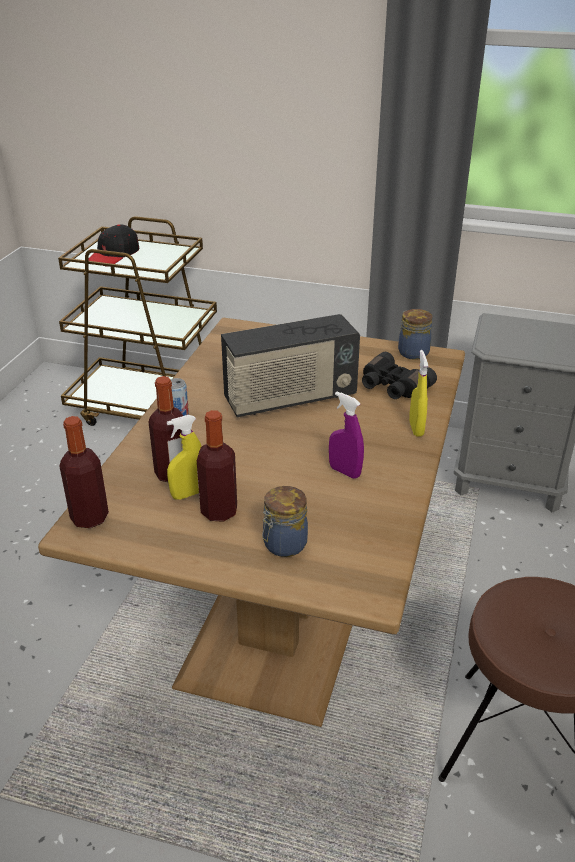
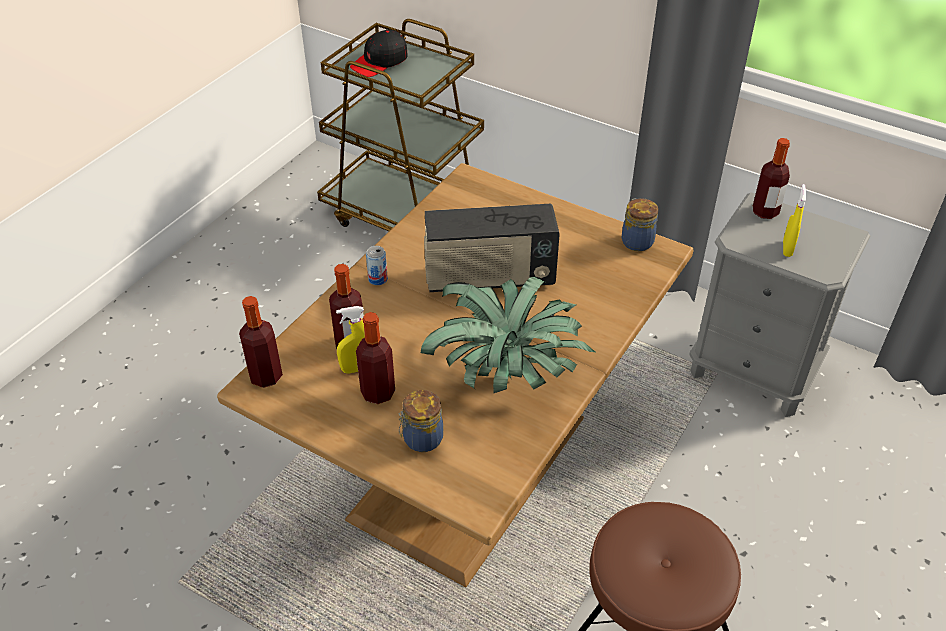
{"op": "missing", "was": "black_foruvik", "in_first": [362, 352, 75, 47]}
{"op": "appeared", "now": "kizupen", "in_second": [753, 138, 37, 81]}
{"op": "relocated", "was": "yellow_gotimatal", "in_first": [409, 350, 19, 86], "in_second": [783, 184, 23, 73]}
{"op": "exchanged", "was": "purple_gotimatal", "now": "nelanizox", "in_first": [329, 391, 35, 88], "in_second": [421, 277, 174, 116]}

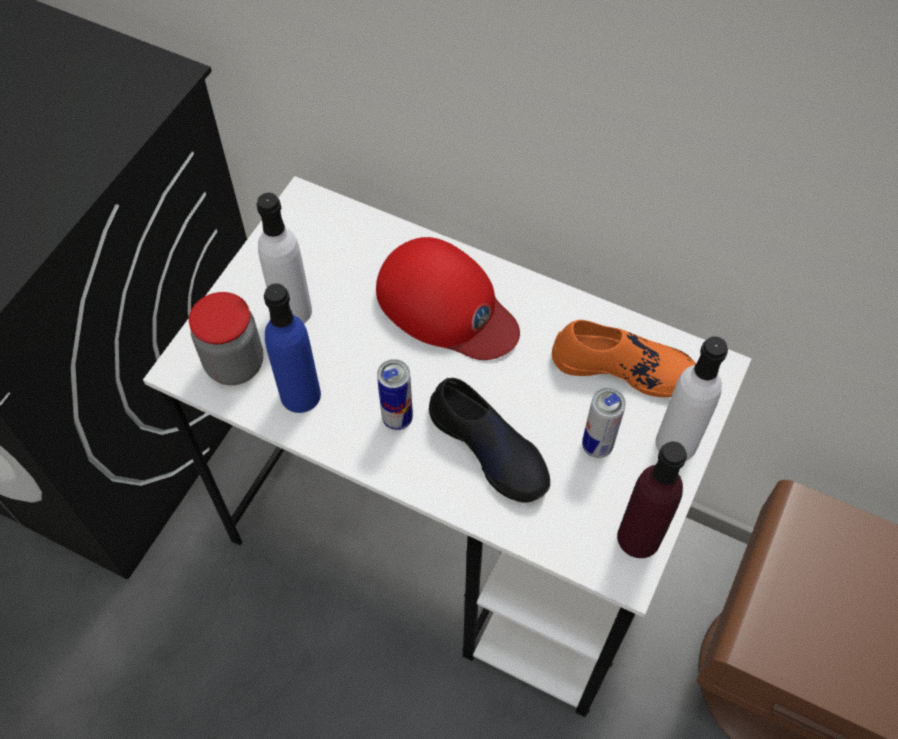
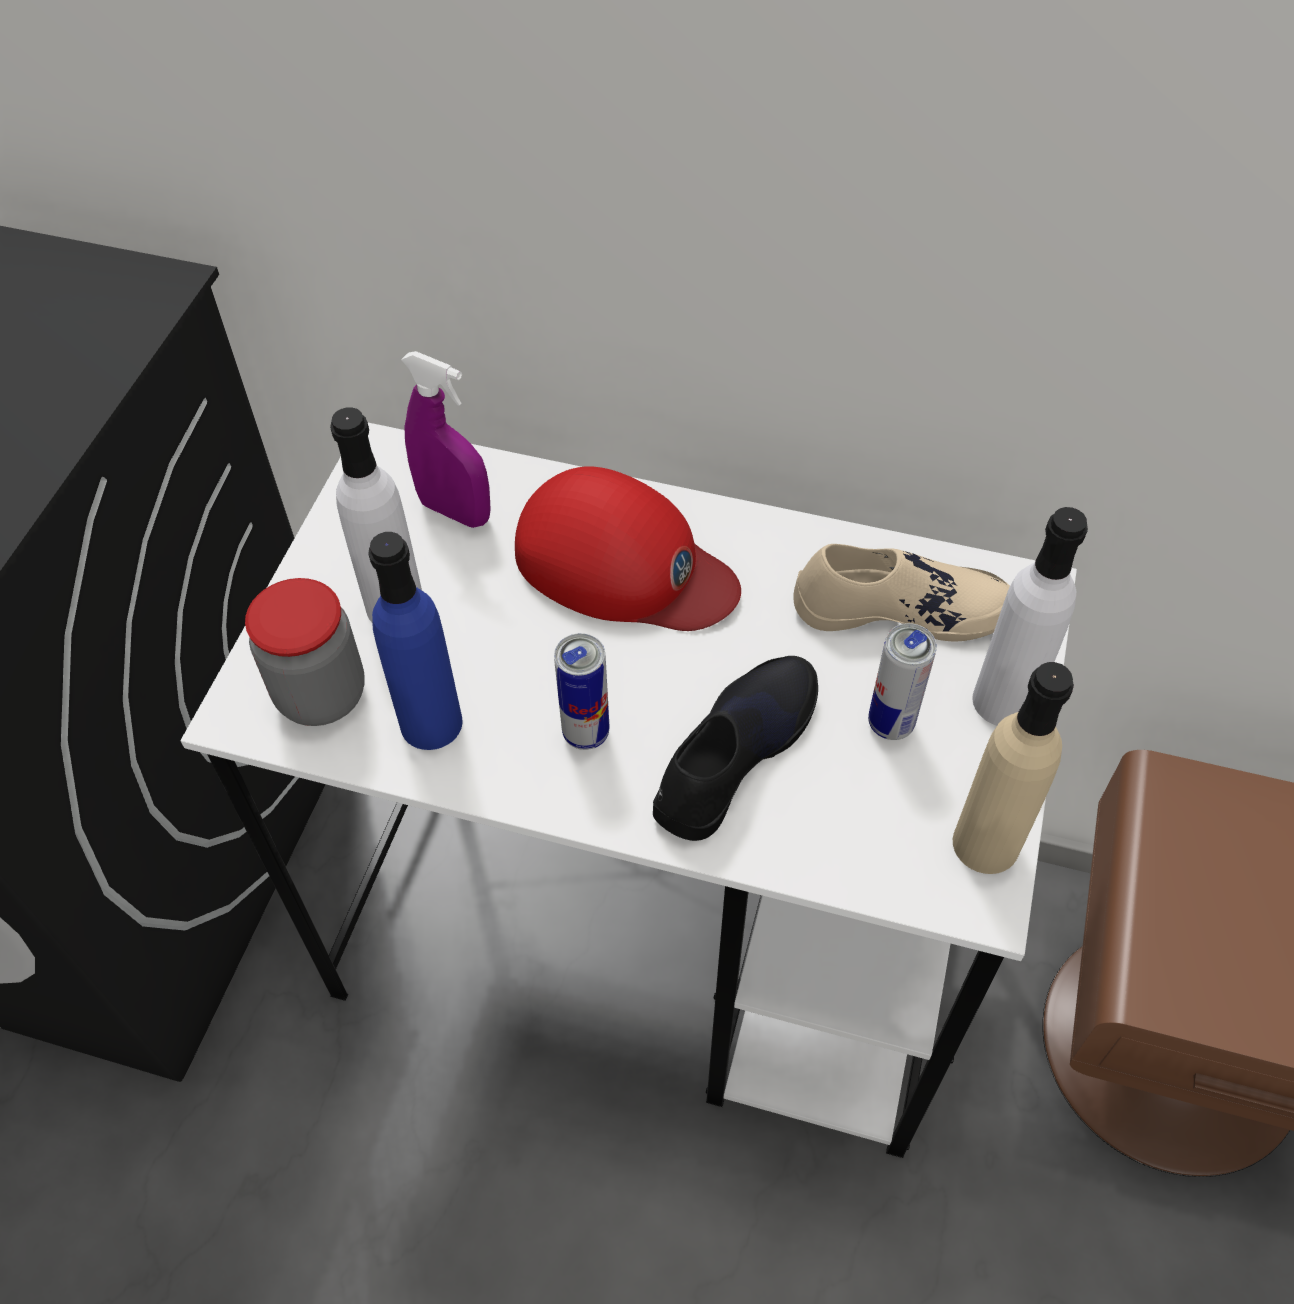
{"op": "appeared", "now": "purple_gotimatal", "in_second": [401, 351, 90, 177]}
{"op": "colour", "was": "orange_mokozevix", "now": "beige_mokozevix", "in_first": [552, 320, 144, 77], "in_second": [793, 544, 217, 97]}
{"op": "colour", "was": "purple_kizupen", "now": "beige_kizupen", "in_first": [617, 441, 70, 117], "in_second": [953, 662, 121, 212]}
{"op": "spun", "was": "black_mokozevix", "in_first": [429, 378, 121, 125], "in_second": [653, 656, 165, 185], "clockwise": -90}

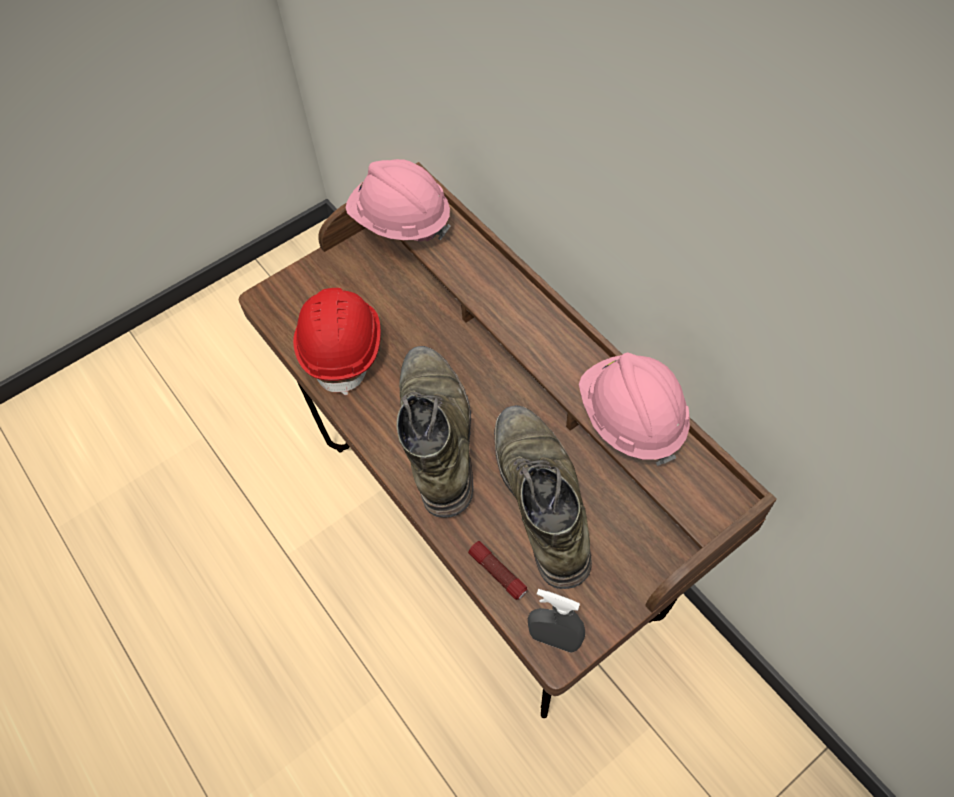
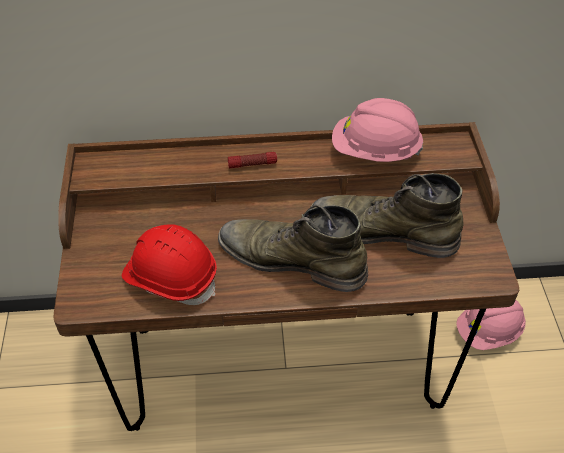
{"op": "missing", "was": "grey_gotimatal", "in_first": [528, 589, 57, 64]}
{"op": "relocated", "was": "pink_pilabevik", "in_first": [346, 159, 104, 83], "in_second": [456, 300, 70, 50]}
{"op": "relocated", "was": "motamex", "in_first": [468, 541, 59, 59], "in_second": [228, 152, 49, 17]}

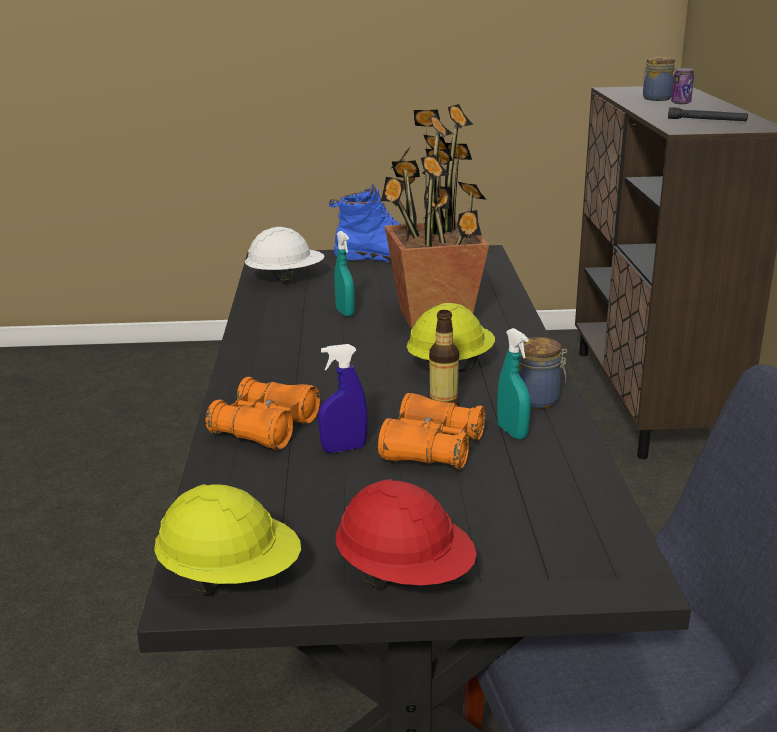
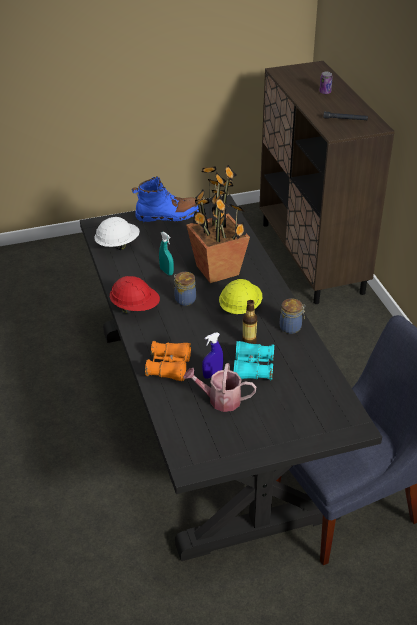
{"op": "missing", "was": "yellow_pilabevik", "in_first": [154, 484, 147, 110]}
{"op": "missing", "was": "turquoise_gotimatal", "in_first": [497, 328, 34, 112]}
{"op": "appeared", "now": "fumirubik", "in_second": [184, 363, 72, 49]}
{"op": "relocated", "was": "red_pilabevik", "in_first": [336, 479, 141, 109], "in_second": [110, 276, 50, 37]}
{"op": "relocated", "was": "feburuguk", "in_first": [642, 57, 33, 44], "in_second": [173, 272, 23, 34]}
{"op": "colour", "was": "orange_foruvik", "now": "turquoise_foruvik", "in_first": [378, 393, 108, 77], "in_second": [234, 341, 40, 39]}

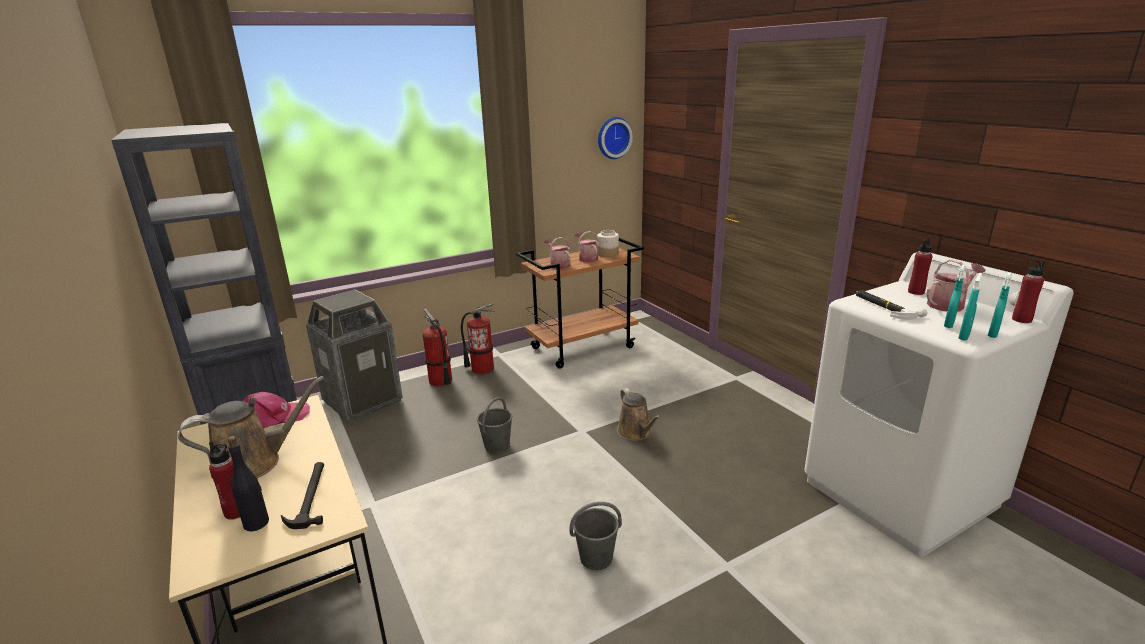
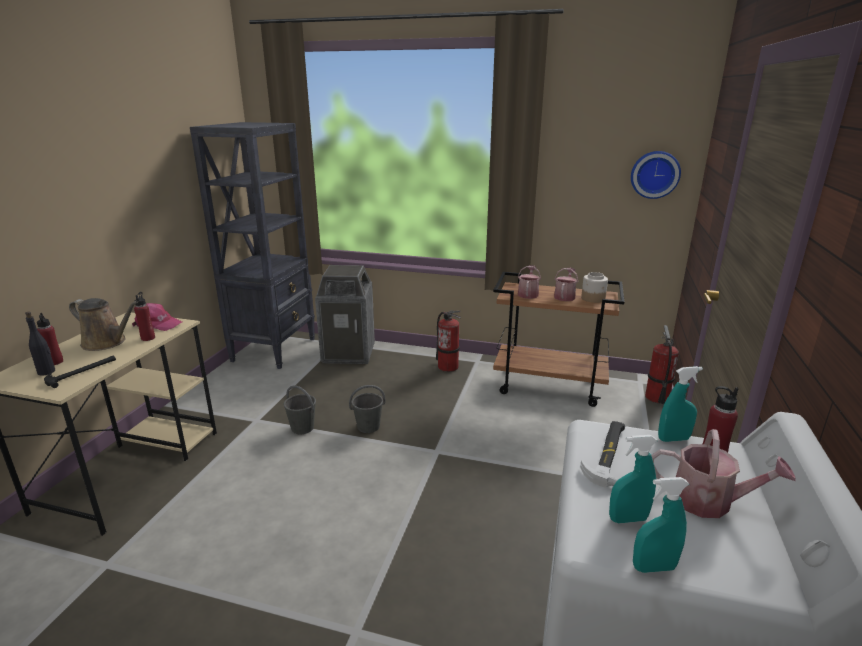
{"op": "missing", "was": "brown_fumirubik", "in_first": [617, 388, 44, 53]}
{"op": "relocated", "was": "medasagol", "in_first": [423, 309, 29, 78], "in_second": [645, 325, 34, 79]}
{"op": "relocated", "was": "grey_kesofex", "in_first": [570, 502, 52, 68], "in_second": [284, 385, 32, 49]}
{"op": "relocated", "was": "turquoise_gotimatal", "in_first": [959, 273, 23, 68], "in_second": [658, 366, 45, 76]}
{"op": "relocated", "was": "red_kizupen", "in_first": [1012, 258, 34, 65], "in_second": [134, 292, 21, 49]}

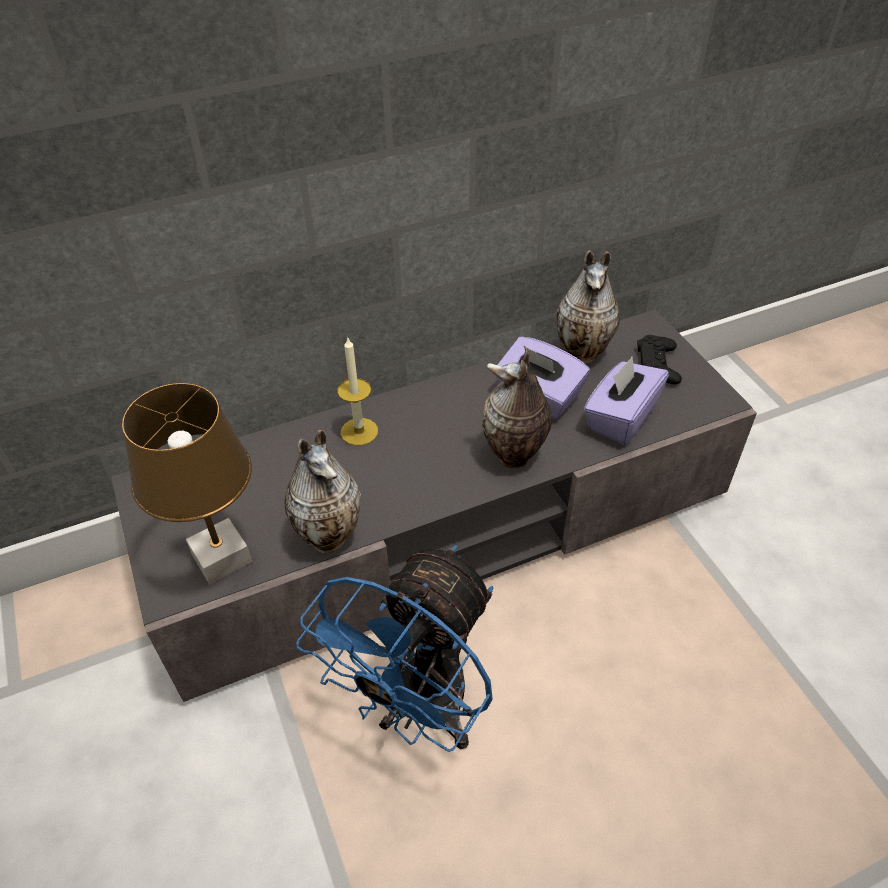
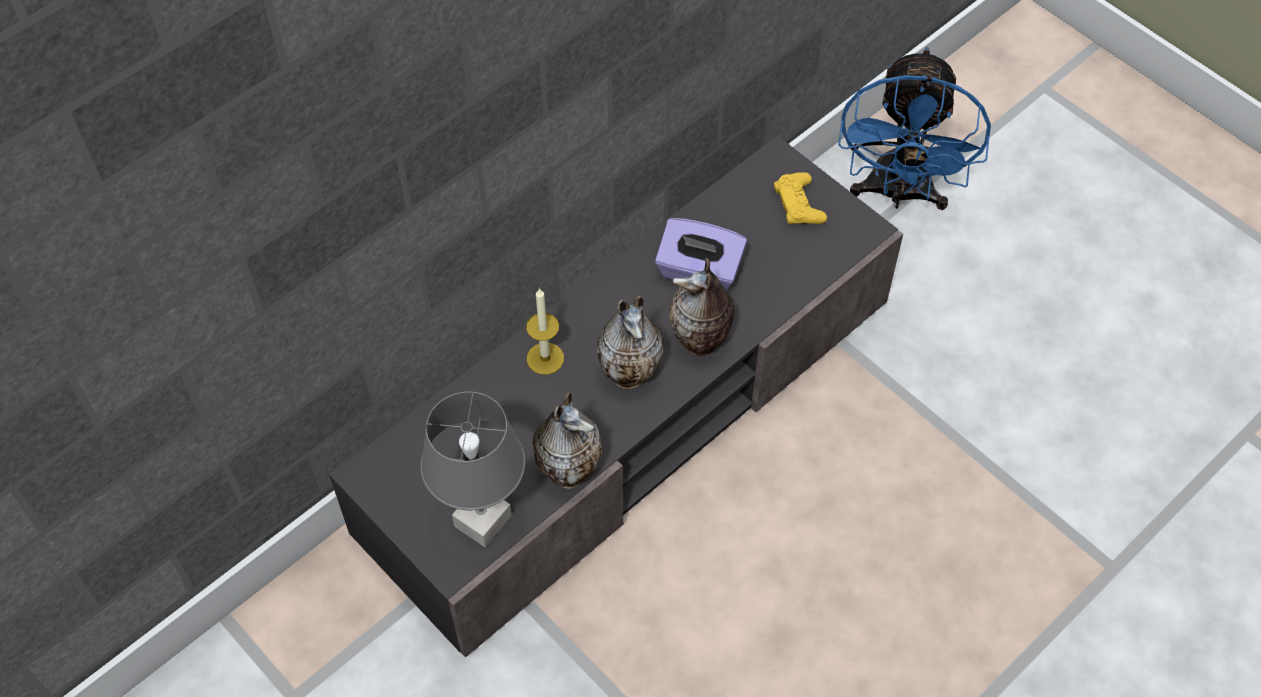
{"op": "missing", "was": "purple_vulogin", "in_first": [584, 356, 85, 89]}
{"op": "relocated", "was": "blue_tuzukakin", "in_first": [296, 545, 197, 207], "in_second": [838, 47, 153, 163]}
{"op": "relocated", "was": "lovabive", "in_first": [556, 250, 64, 114], "in_second": [597, 296, 67, 93]}
{"op": "colour", "was": "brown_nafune", "now": "grey_nafune", "in_first": [122, 383, 130, 201], "in_second": [421, 392, 104, 155]}
{"op": "colour", "was": "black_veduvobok", "now": "yellow_veduvobok", "in_first": [637, 335, 45, 50], "in_second": [774, 172, 53, 52]}

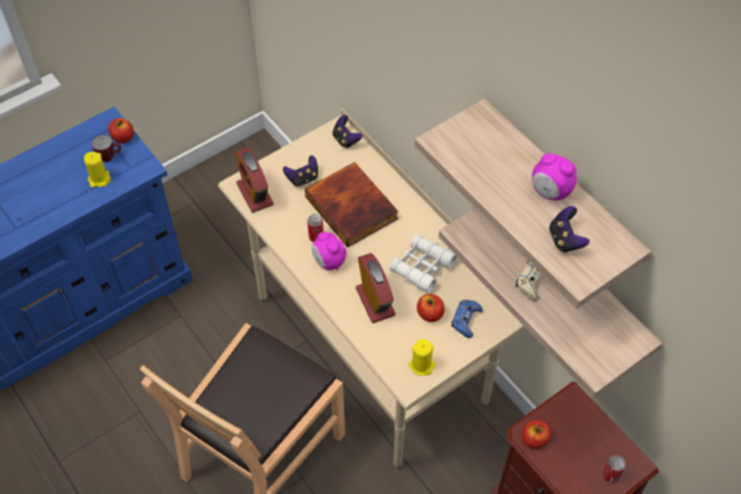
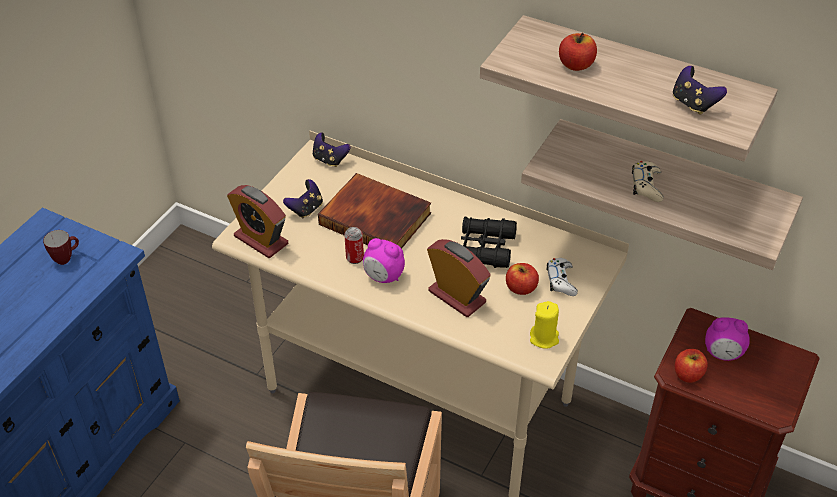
{"op": "missing", "was": "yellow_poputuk", "in_first": [84, 152, 27, 36]}
{"op": "missing", "was": "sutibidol", "in_first": [603, 455, 23, 28]}
{"op": "relocated", "was": "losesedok", "in_first": [109, 118, 25, 25], "in_second": [559, 33, 38, 38]}
{"op": "relocated", "was": "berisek", "in_first": [532, 153, 45, 47], "in_second": [705, 317, 45, 44]}
{"op": "colour", "was": "white_foruvik", "now": "black_foruvik", "in_first": [390, 234, 67, 59], "in_second": [461, 217, 56, 51]}
{"op": "colour", "was": "blue_veduvobok", "now": "white_veduvobok", "in_first": [451, 300, 32, 38], "in_second": [547, 258, 31, 38]}

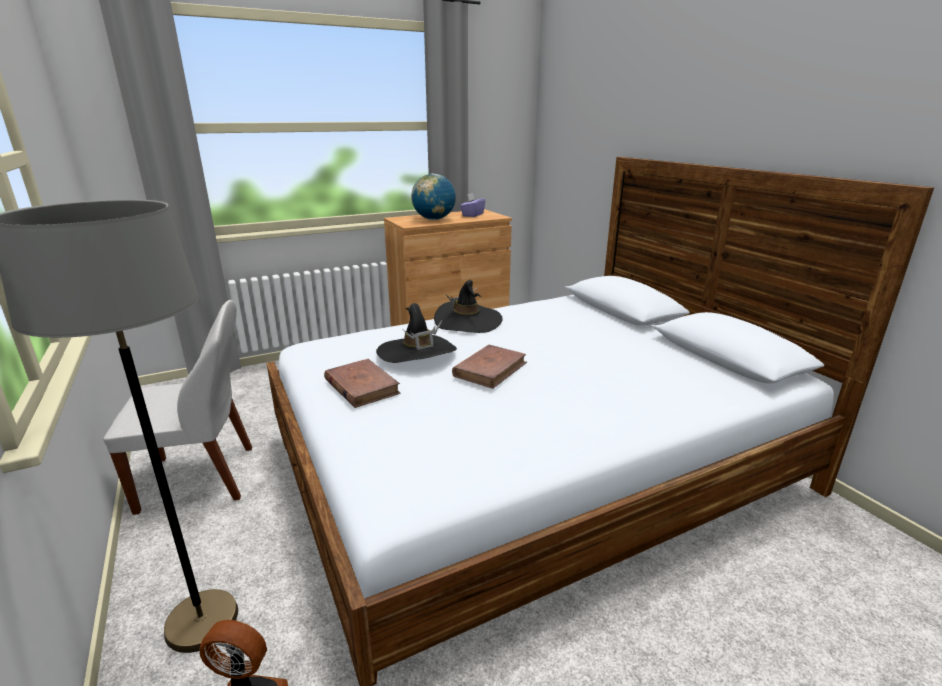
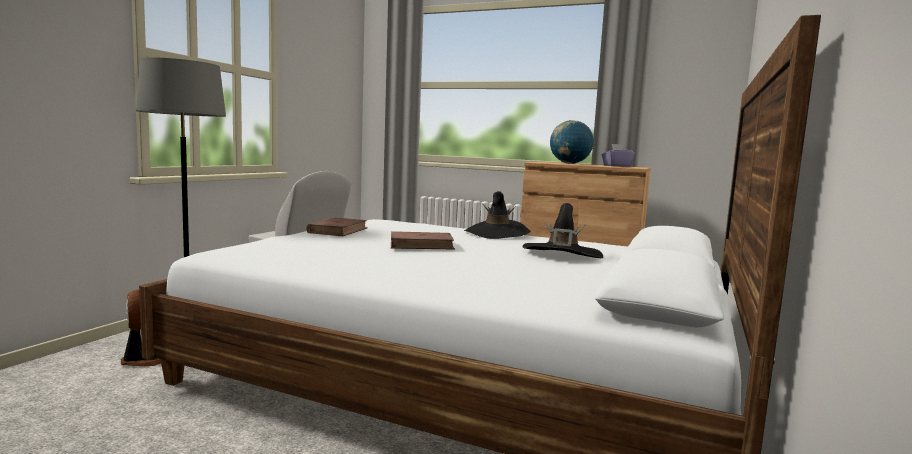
{"op": "relocated", "was": "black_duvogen", "in_first": [376, 303, 81, 60], "in_second": [523, 203, 80, 55]}

